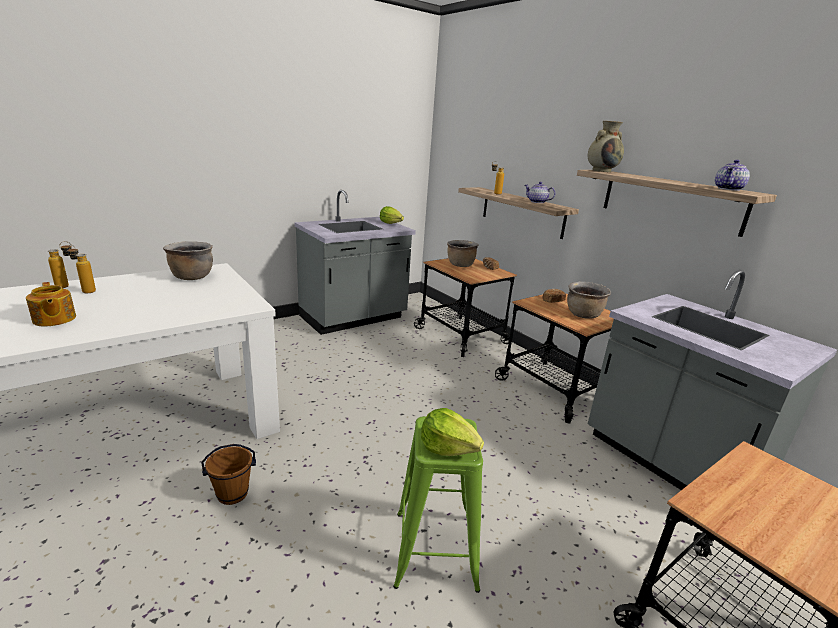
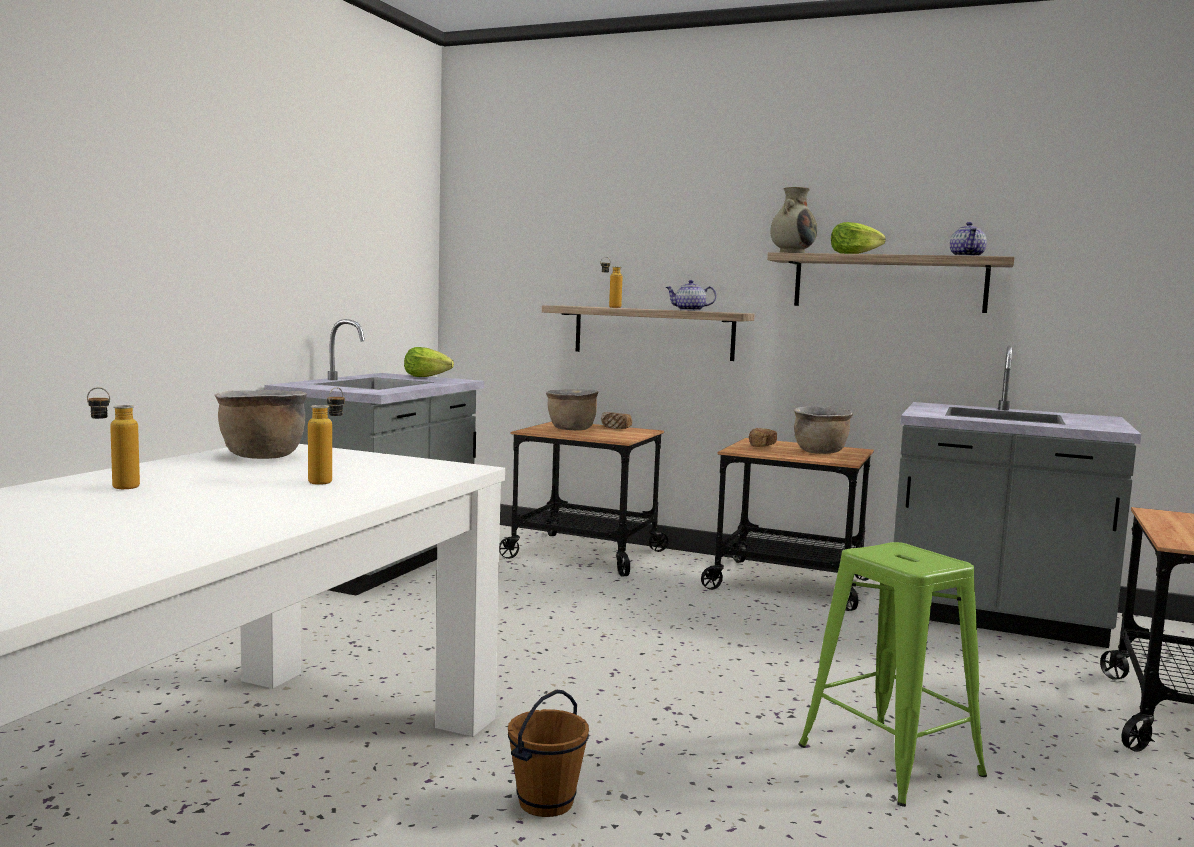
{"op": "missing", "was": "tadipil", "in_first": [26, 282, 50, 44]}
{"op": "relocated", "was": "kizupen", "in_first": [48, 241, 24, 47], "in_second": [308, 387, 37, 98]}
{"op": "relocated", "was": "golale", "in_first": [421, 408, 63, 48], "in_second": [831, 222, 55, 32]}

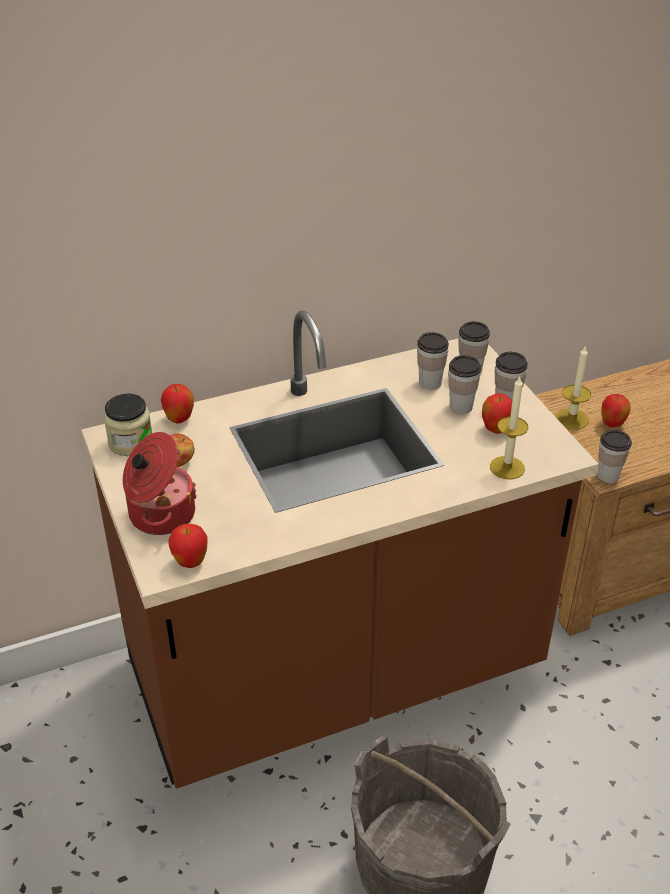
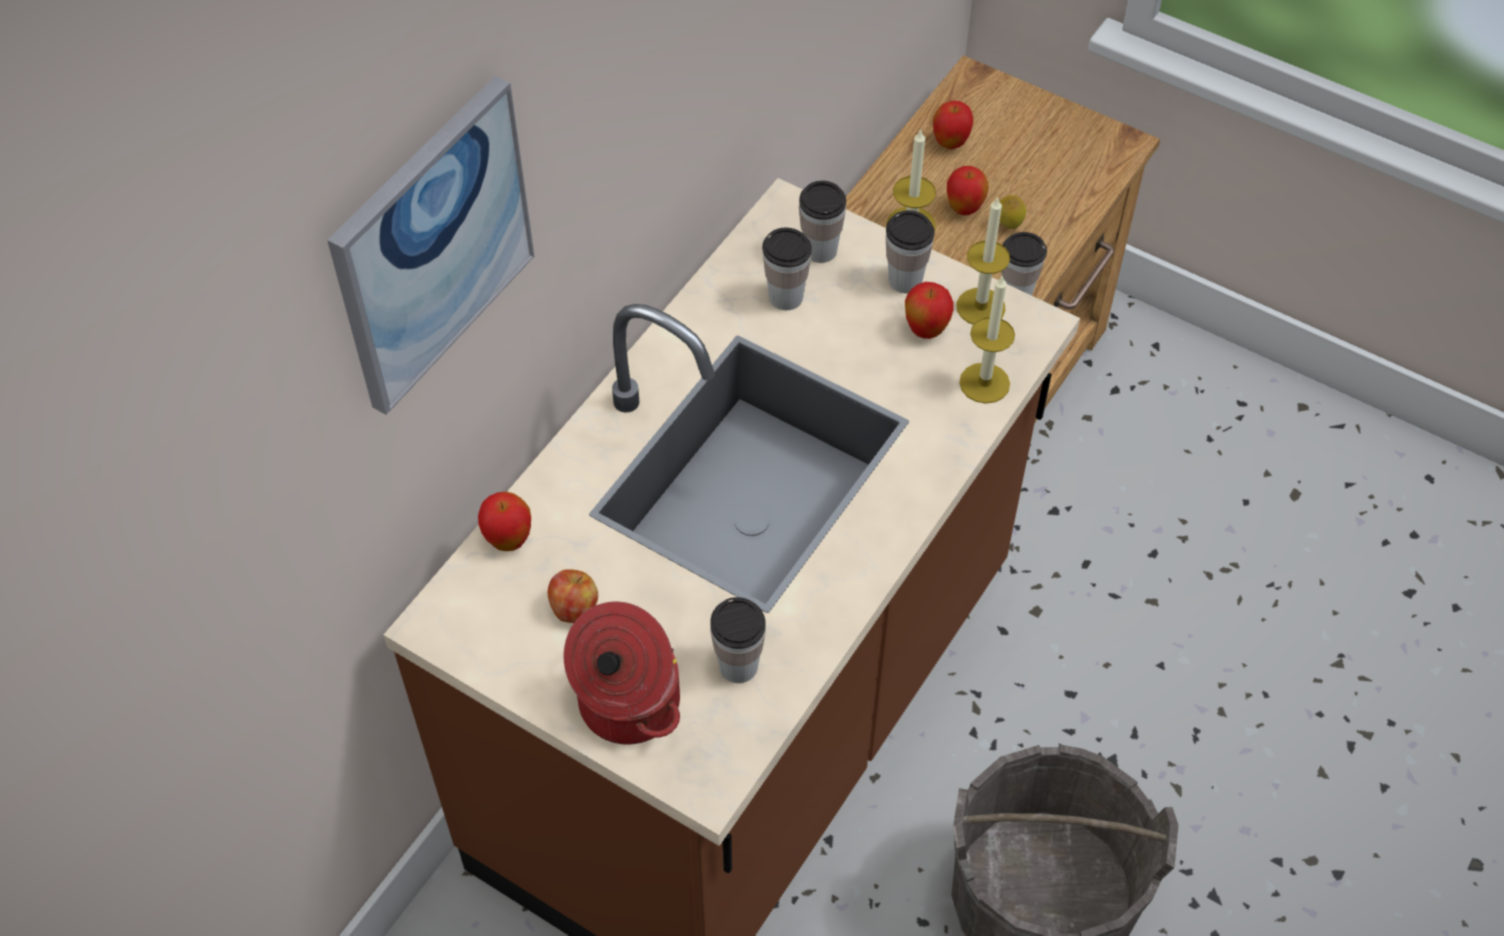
{"op": "missing", "was": "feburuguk", "in_first": [104, 394, 48, 62]}
{"op": "appeared", "now": "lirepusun", "in_second": [327, 76, 207, 339]}
{"op": "appeared", "now": "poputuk", "in_second": [956, 196, 54, 129]}
{"op": "appeared", "now": "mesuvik", "in_second": [1000, 195, 26, 34]}
{"op": "relocated", "was": "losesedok", "in_first": [168, 524, 40, 44], "in_second": [933, 101, 40, 48]}
{"op": "relocated", "was": "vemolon", "in_first": [448, 355, 33, 59], "in_second": [710, 597, 56, 86]}

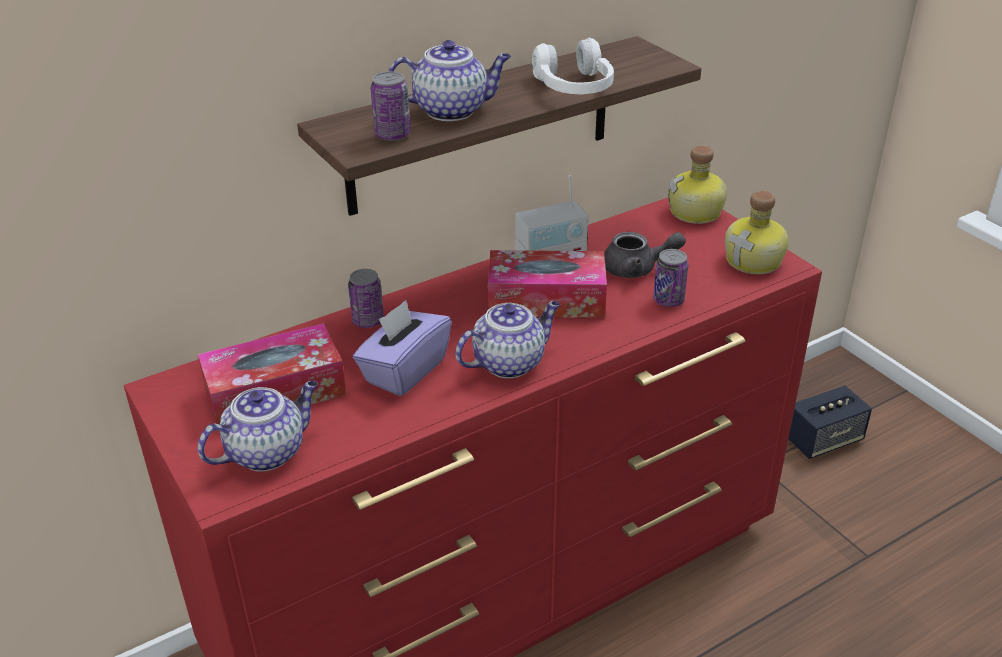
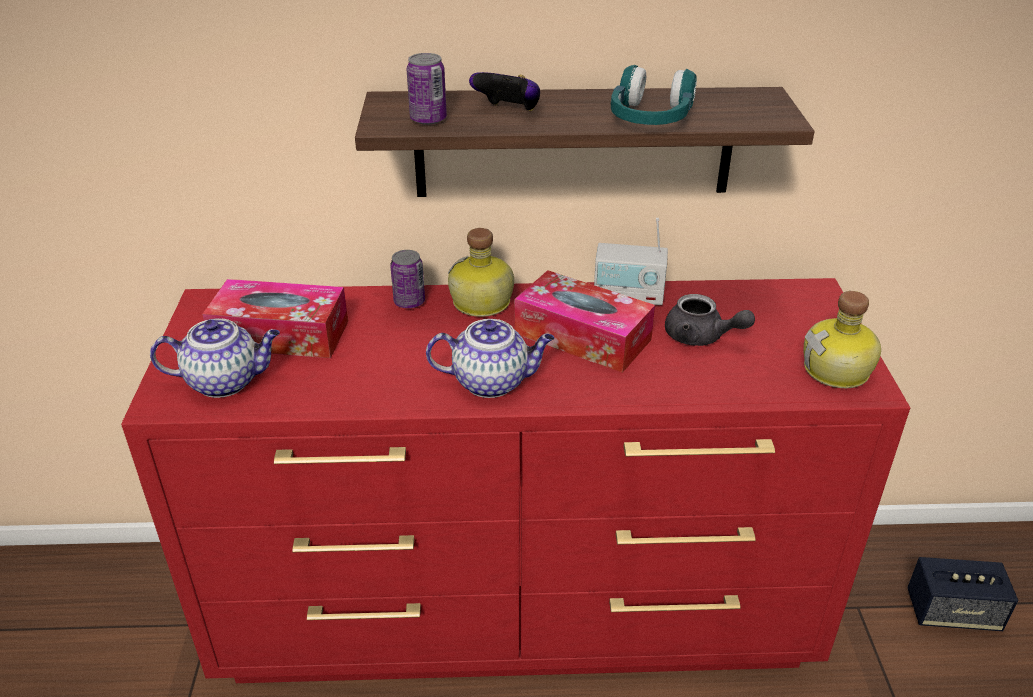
{"op": "missing", "was": "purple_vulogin", "in_first": [353, 300, 99, 96]}
{"op": "missing", "was": "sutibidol", "in_first": [653, 249, 35, 58]}
{"op": "relocated", "was": "kizupen", "in_first": [668, 145, 59, 79], "in_second": [448, 228, 66, 89]}
{"op": "exchanged", "was": "tadipil", "now": "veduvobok", "in_first": [388, 40, 123, 81], "in_second": [469, 72, 71, 39]}
{"op": "colour", "was": "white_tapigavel", "now": "turquoise_tapigavel", "in_first": [532, 37, 82, 57], "in_second": [611, 65, 86, 60]}

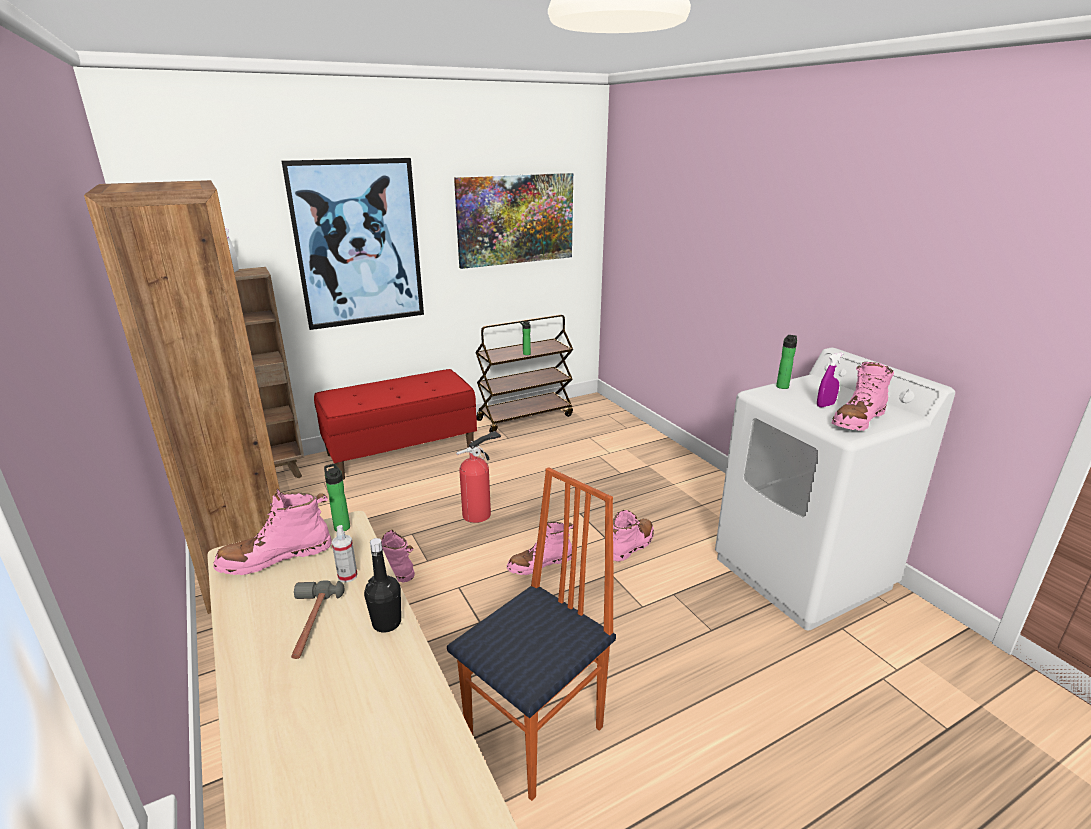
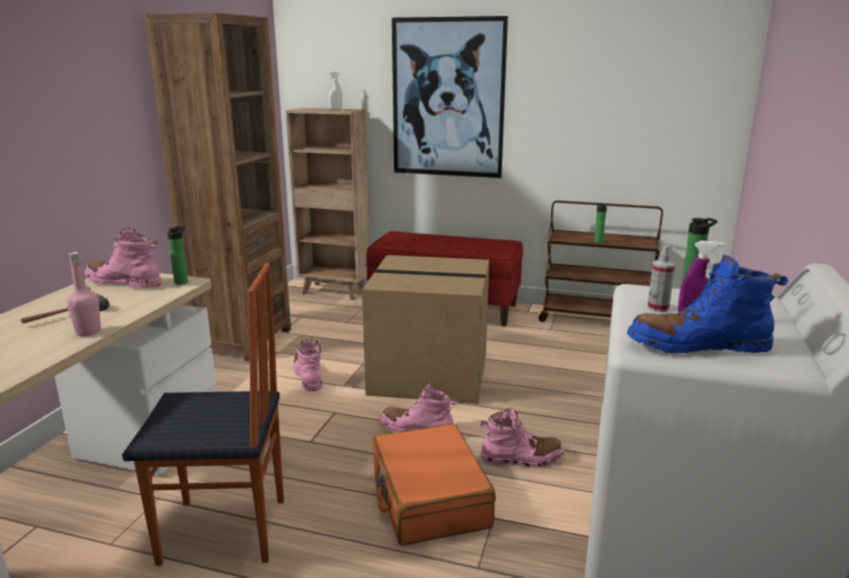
{"op": "missing", "was": "lirepusun", "in_first": [454, 173, 119, 96]}
{"op": "appeared", "now": "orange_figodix", "in_second": [372, 424, 124, 122]}
{"op": "relocated", "was": "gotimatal", "in_first": [332, 525, 25, 58], "in_second": [647, 245, 28, 67]}
{"op": "exchanged", "was": "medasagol", "now": "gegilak", "in_first": [456, 431, 45, 92], "in_second": [362, 255, 127, 149]}
{"op": "colour", "was": "black_kizupen", "now": "pink_kizupen", "in_first": [364, 538, 37, 95], "in_second": [66, 252, 35, 84]}
{"op": "colour", "was": "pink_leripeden", "now": "blue_leripeden", "in_first": [831, 362, 63, 69], "in_second": [627, 255, 161, 98]}

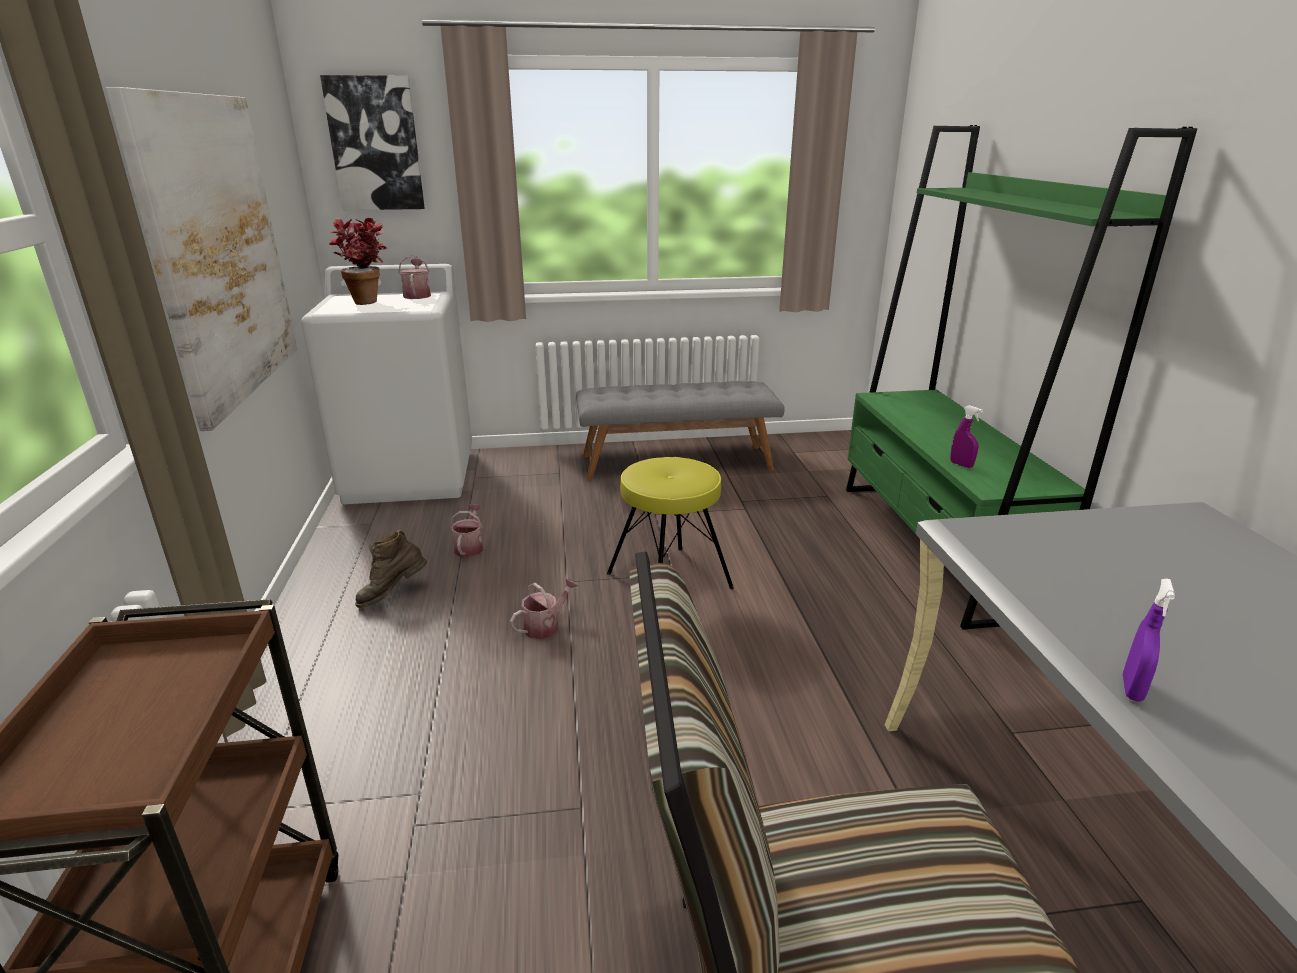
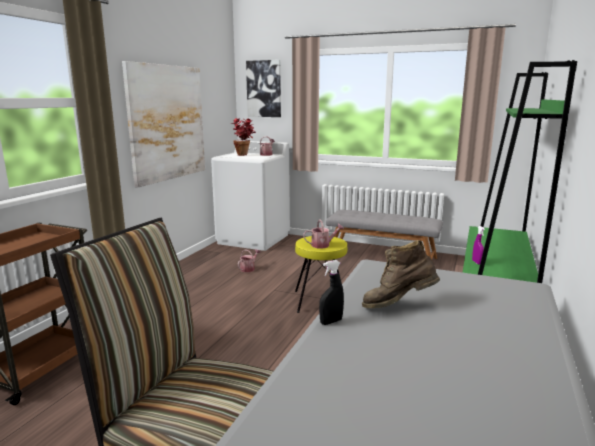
{"op": "relocated", "was": "brown_leripeden", "in_first": [355, 530, 72, 78], "in_second": [362, 240, 78, 68]}
{"op": "relocated", "was": "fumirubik", "in_first": [510, 578, 69, 61], "in_second": [303, 220, 41, 29]}
{"op": "colour", "was": "purple_gotimatal", "now": "black_gotimatal", "in_first": [1123, 579, 52, 123], "in_second": [319, 260, 25, 65]}

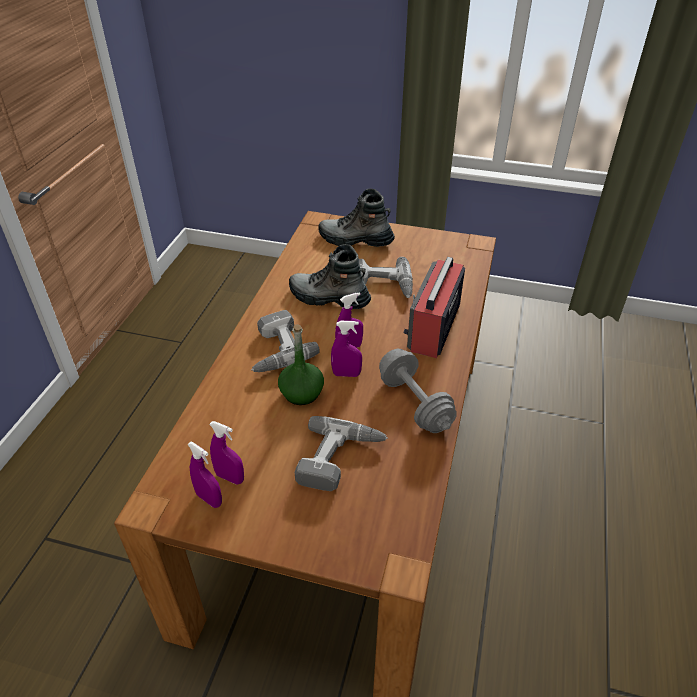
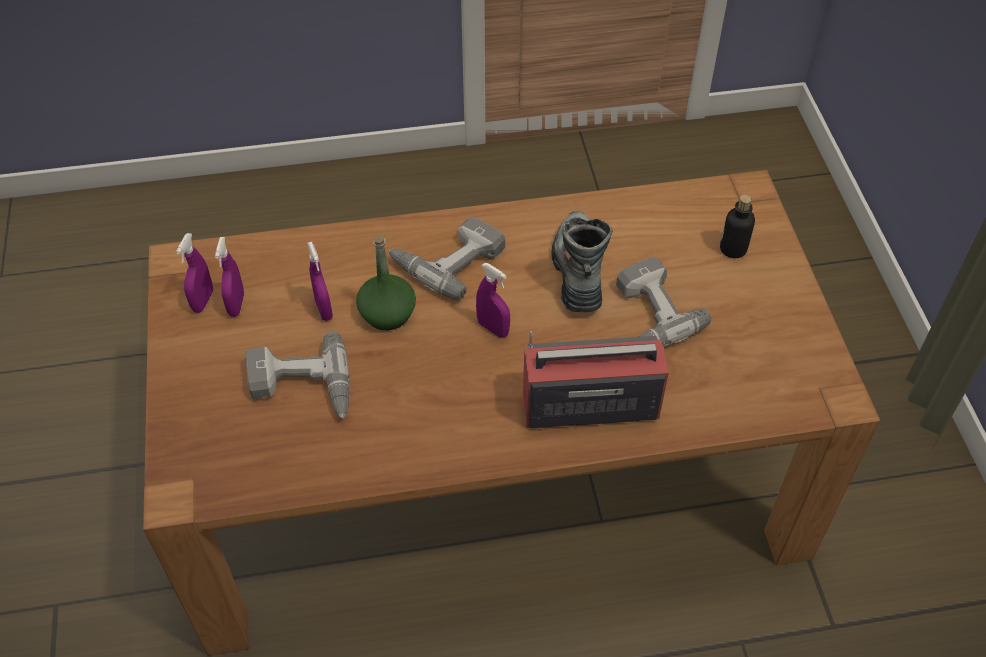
{"op": "missing", "was": "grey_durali", "in_first": [379, 349, 78, 84]}
{"op": "relocated", "was": "purple_gotimatal", "in_first": [331, 321, 31, 56], "in_second": [307, 242, 26, 79]}
{"op": "exchanged", "was": "leripeden", "now": "kizupen", "in_first": [318, 188, 77, 59], "in_second": [720, 195, 35, 63]}

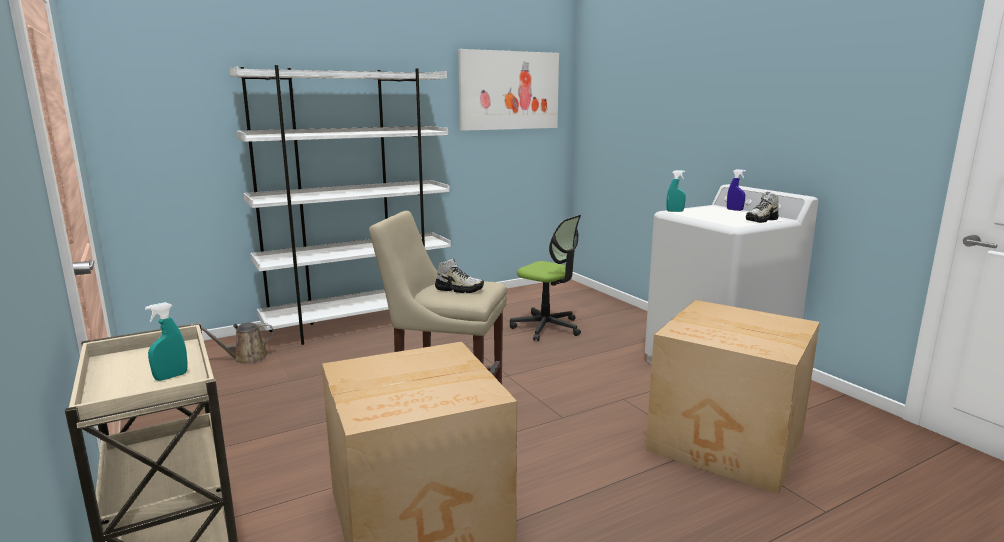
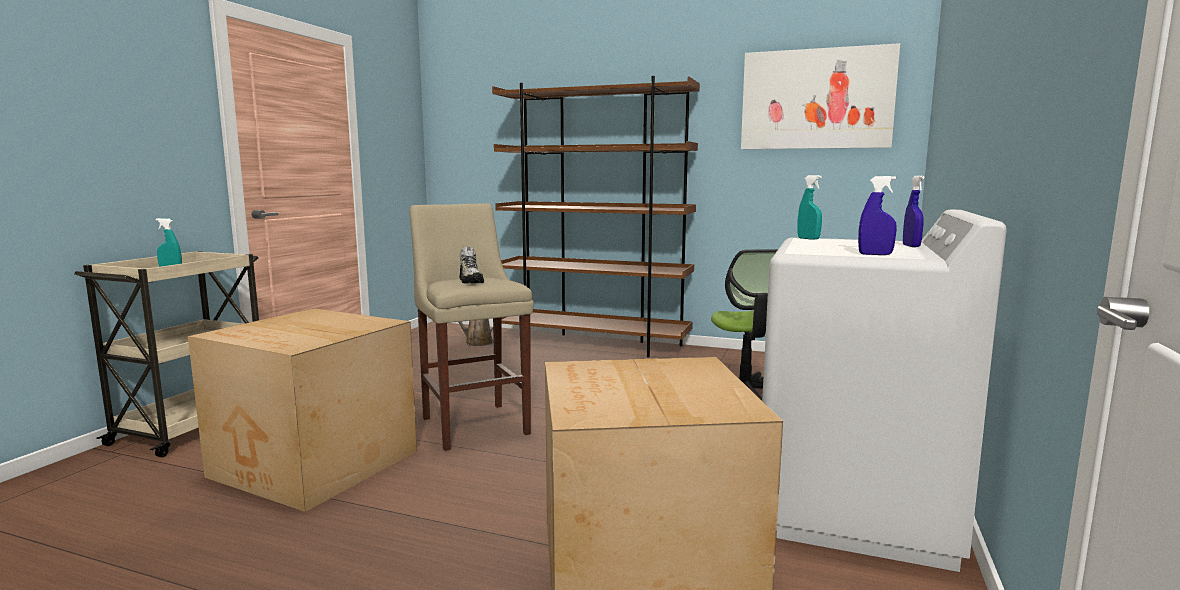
{"op": "exchanged", "was": "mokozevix", "now": "blue_gotimatal", "in_first": [746, 192, 33, 31], "in_second": [858, 176, 39, 79]}
{"op": "colour", "was": "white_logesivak", "now": "brown_logesivak", "in_first": [229, 65, 222, 280], "in_second": [492, 76, 208, 282]}

